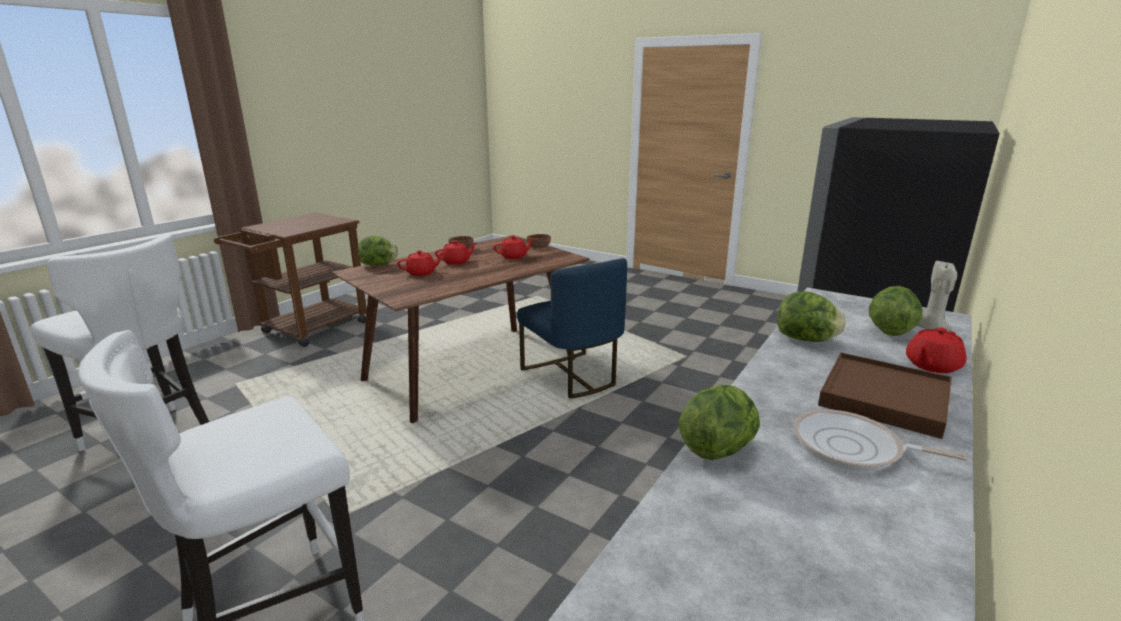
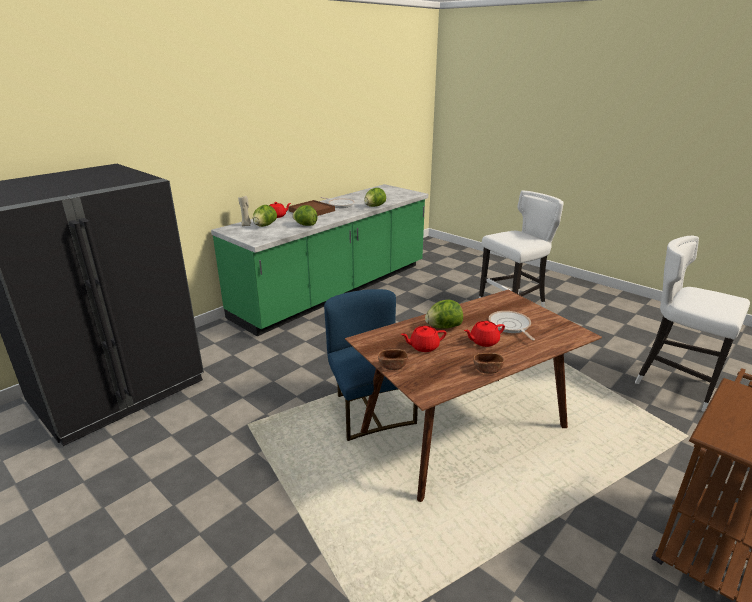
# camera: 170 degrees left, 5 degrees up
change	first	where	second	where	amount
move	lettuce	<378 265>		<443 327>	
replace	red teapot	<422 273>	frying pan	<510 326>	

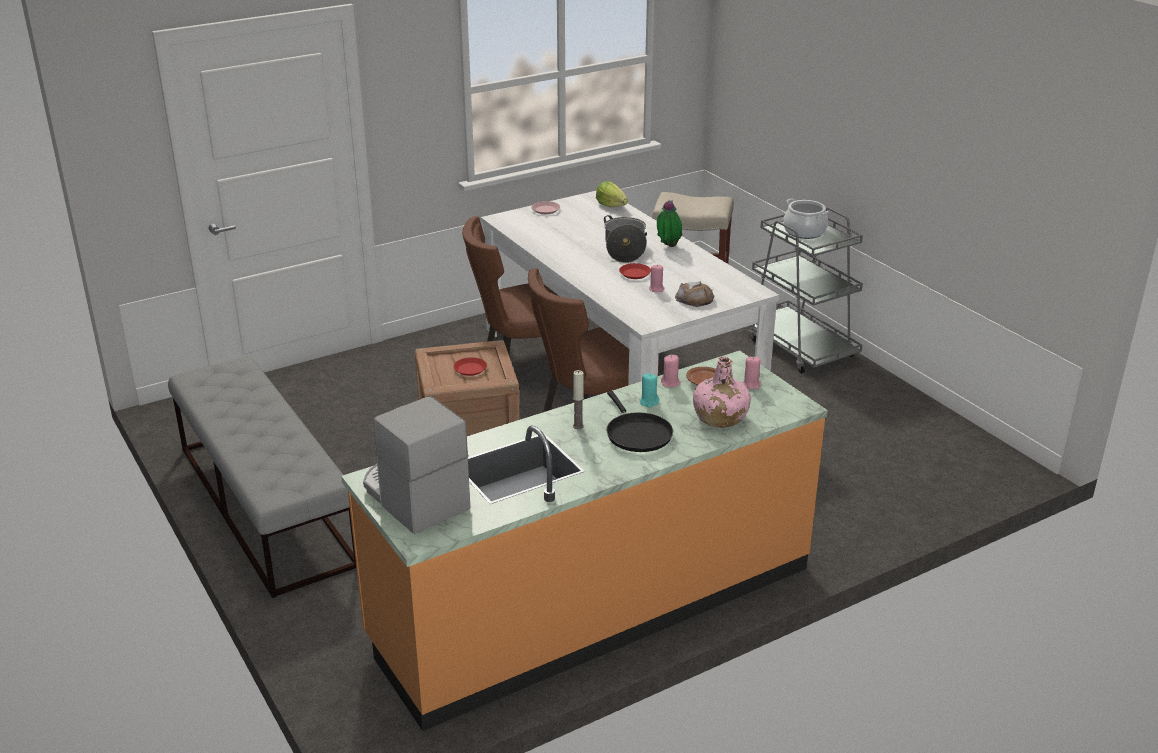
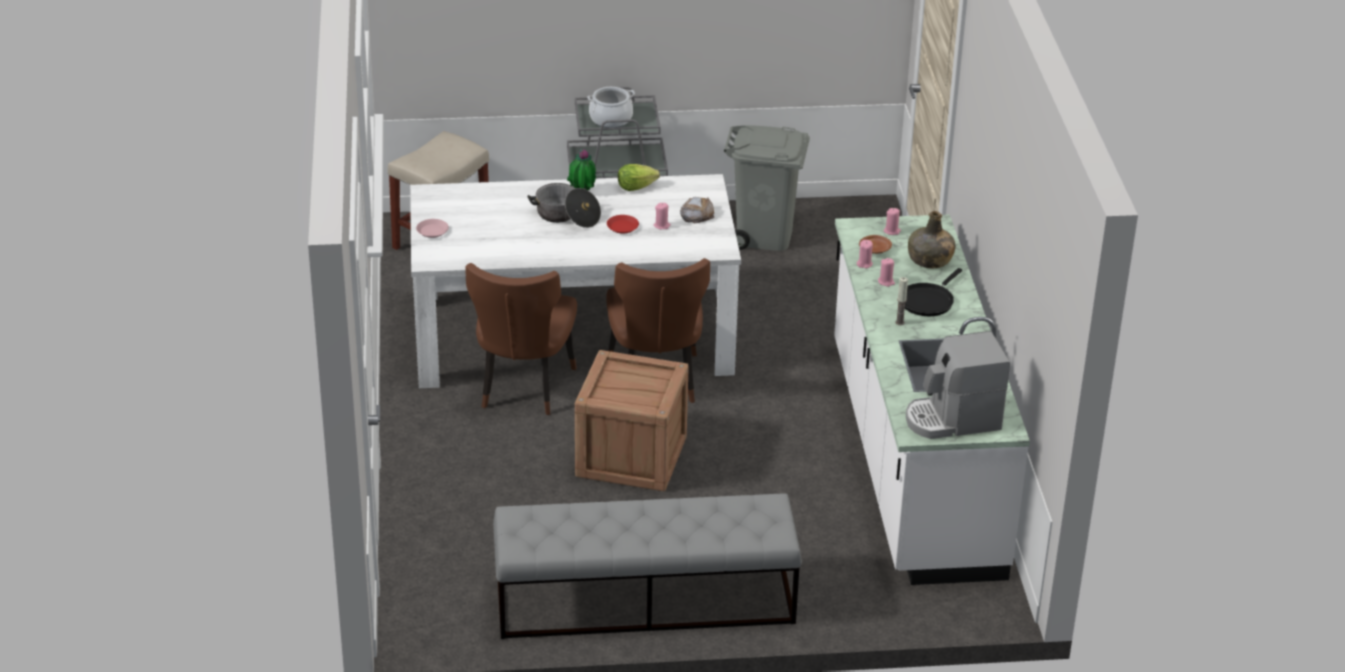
# camera: 65 degrees left, 5 degrees up
change	first	where	second	where	amount
recolor	orange counter	<593 604>	white counter	<912 459>	
delete	red plate	<470 369>			
move	lettuce	<611 206>		<635 187>	
rotate	black frying pan	<637 433>		<928 301>	120 degrees clockwise
recolor	turquoise candle	<649 402>	pink candle	<886 282>	
recolor	pink bottle	<719 417>	green bottle	<929 260>	
insert			grey trash can	<764 236>	

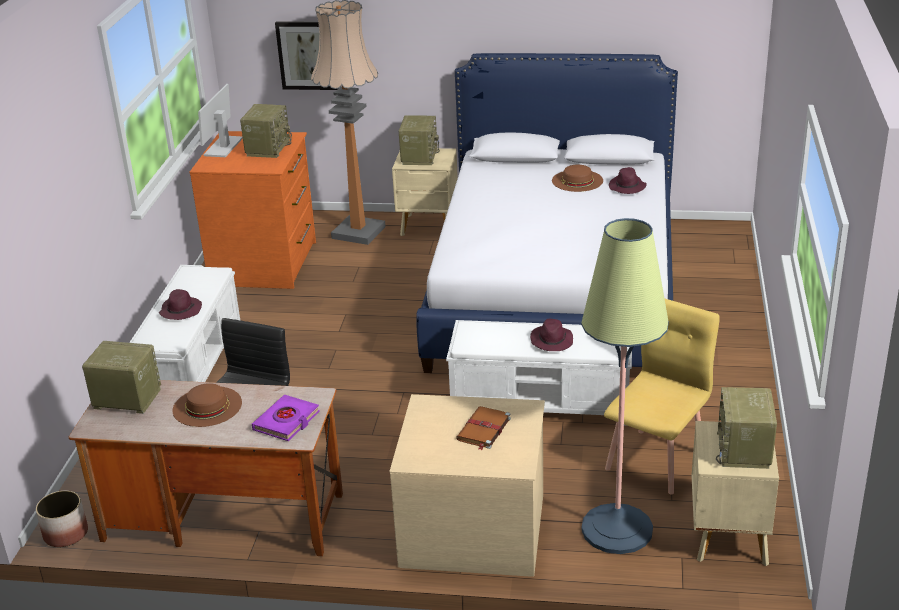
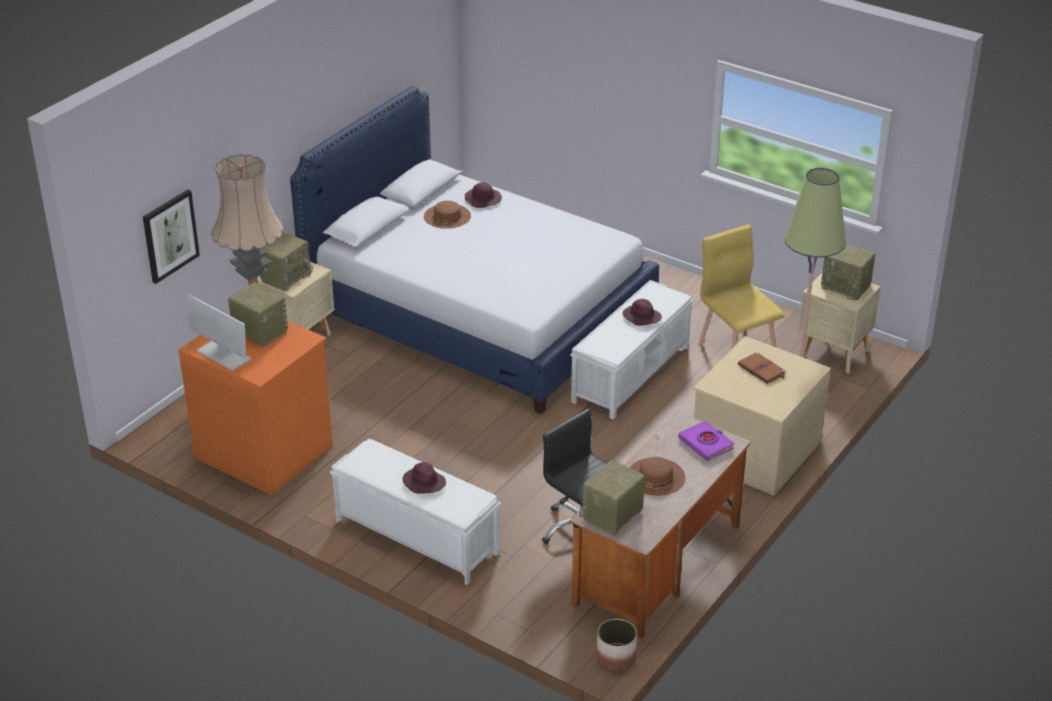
# camera: 65 degrees left, 5 degrees up
change	first	where	second	where	amount
rotate	radio	<419 156>		<286 277>	90 degrees clockwise

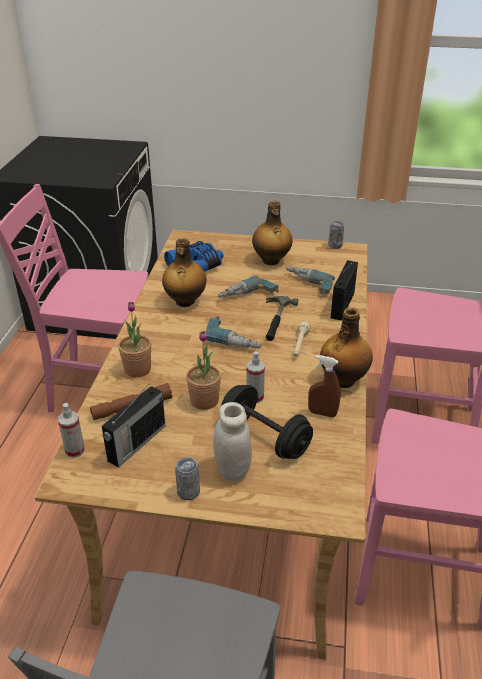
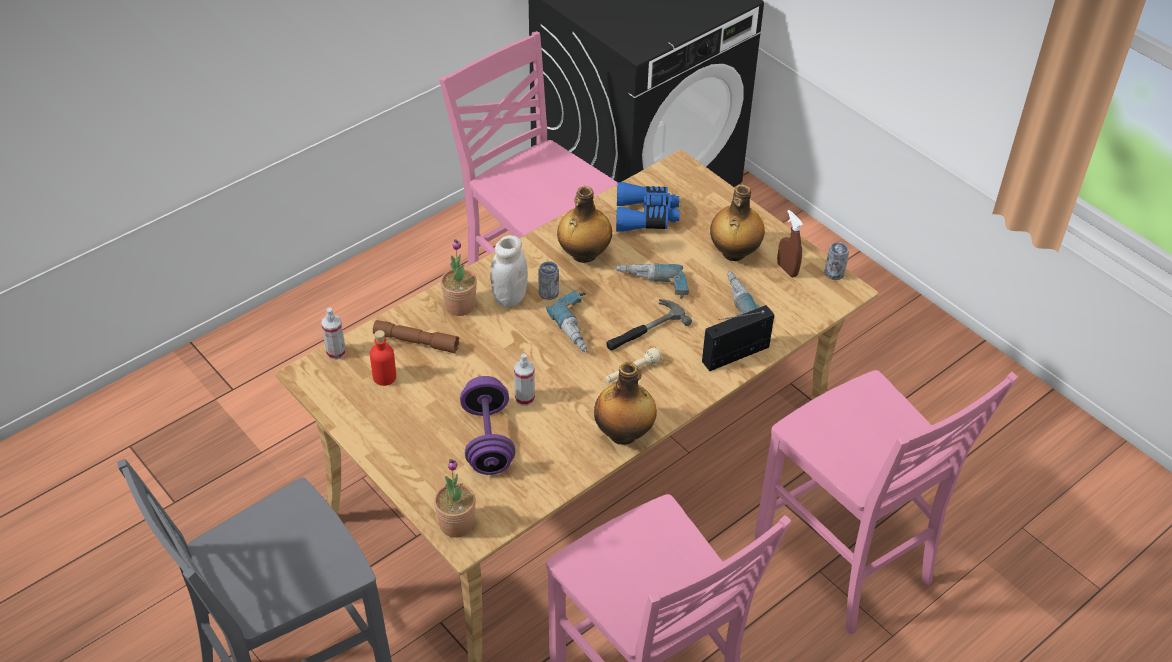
# camera: 40 degrees right, 10 degrees up
change	first	where	second	where	amount
replace	radio	<136 444>	red bottle	<384 377>	
move	can	<188 492>		<548 293>	
move	potted plant	<204 400>		<456 524>	
move	white jar	<232 470>		<509 297>	
recolor	black dumbbell	<265 437>	purple dumbbell	<488 440>	
move	brown spray bottle	<322 413>		<787 269>	

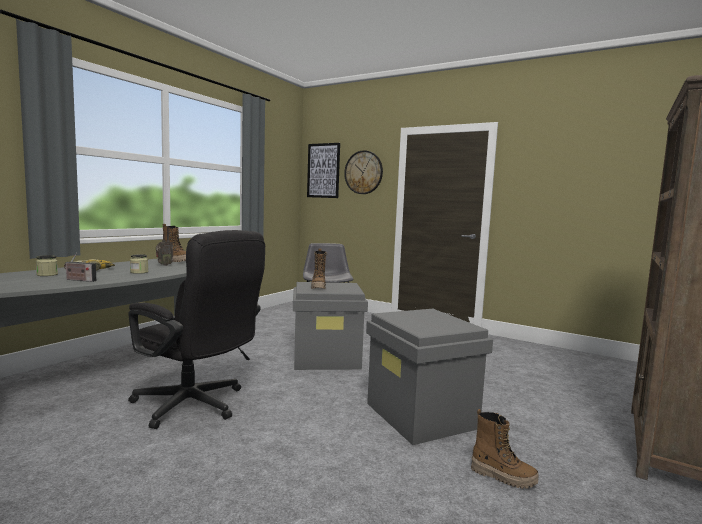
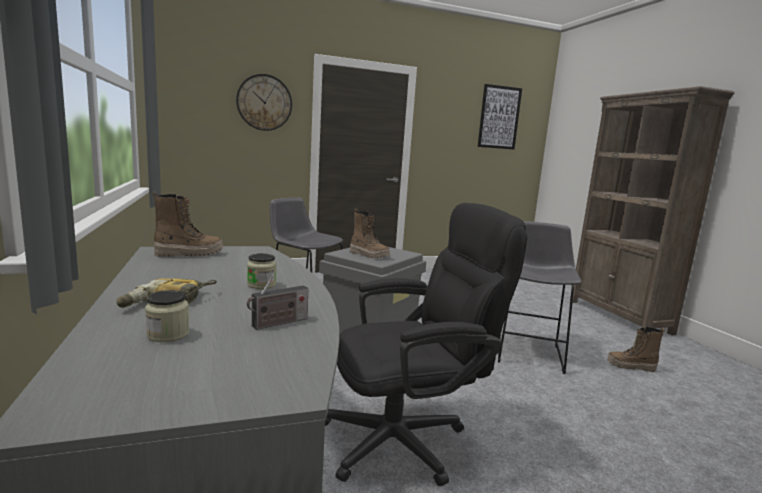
# camera: 50 degrees left, 5 degrees up
change	first	where	second	where	amount
delete	radio	<164 265>			
move	picture	<323 170>		<499 117>	
replace	grey storage box	<422 416>	grey stool	<529 351>	
rotate	boot	<503 476>		<631 367>	150 degrees counterclockwise

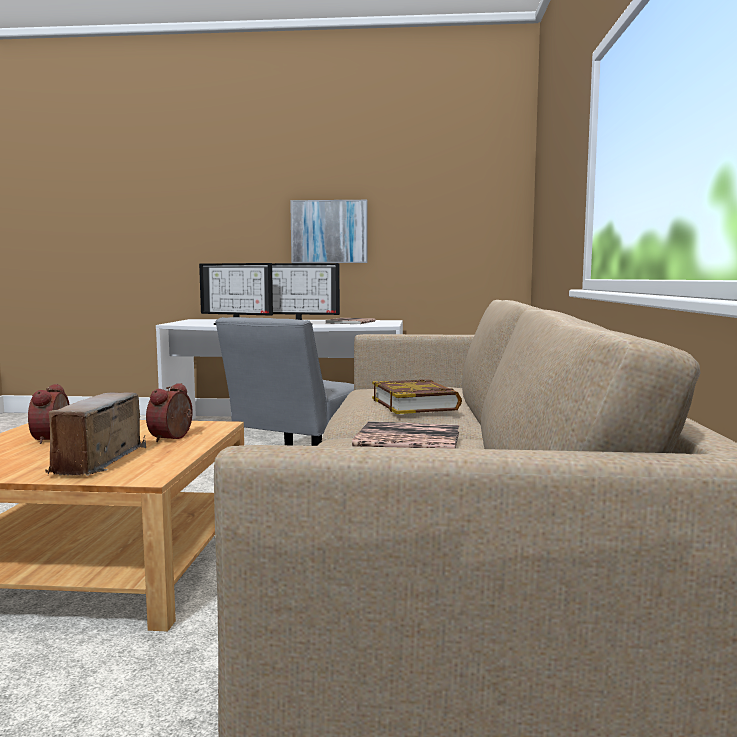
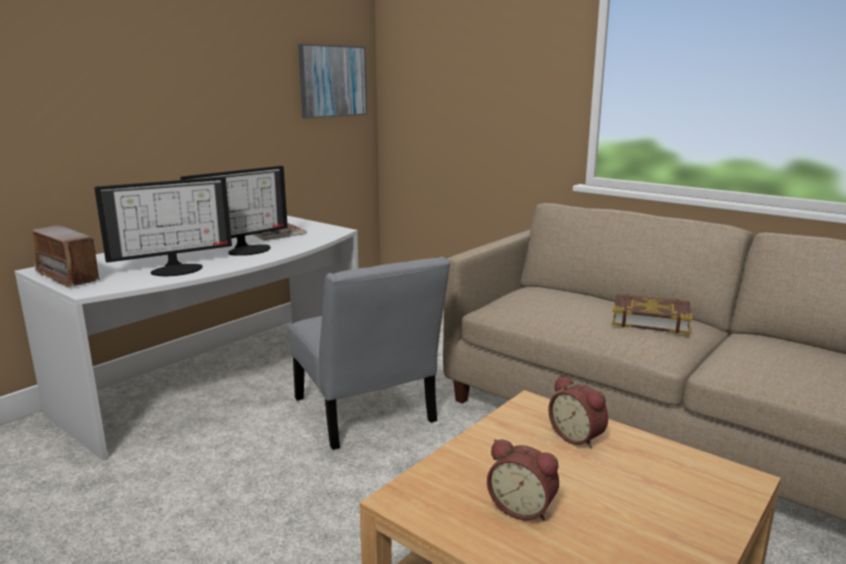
# camera: 55 degrees left, 10 degrees up
change	first	where	second	where	amount
move	radio	<99 461>		<69 277>	
move	picture	<329 232>		<332 81>	
delete	book	<408 439>			

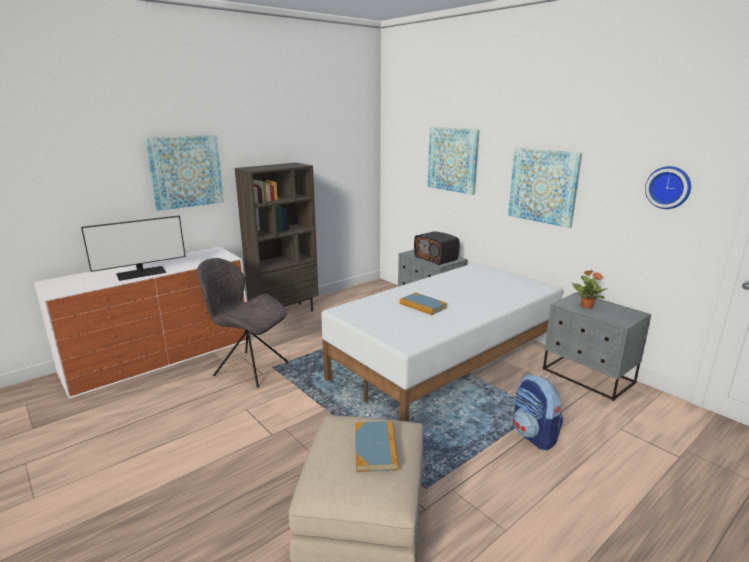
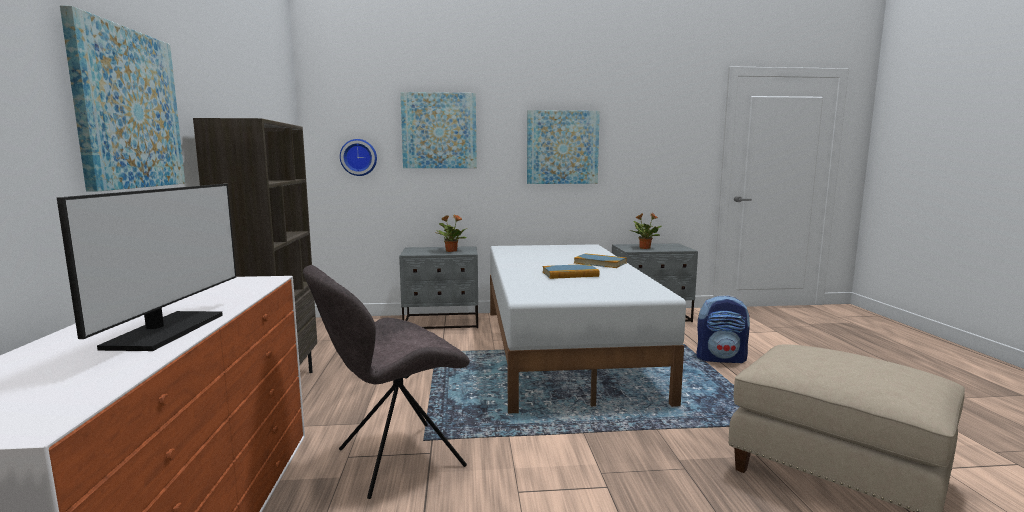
# camera: 55 degrees left, 10 degrees down
change	first	where	second	where	amount
move	book	<375 448>		<600 263>	
replace	radio	<436 258>	potted plant	<451 251>	
move	wall clock	<669 187>		<359 157>	

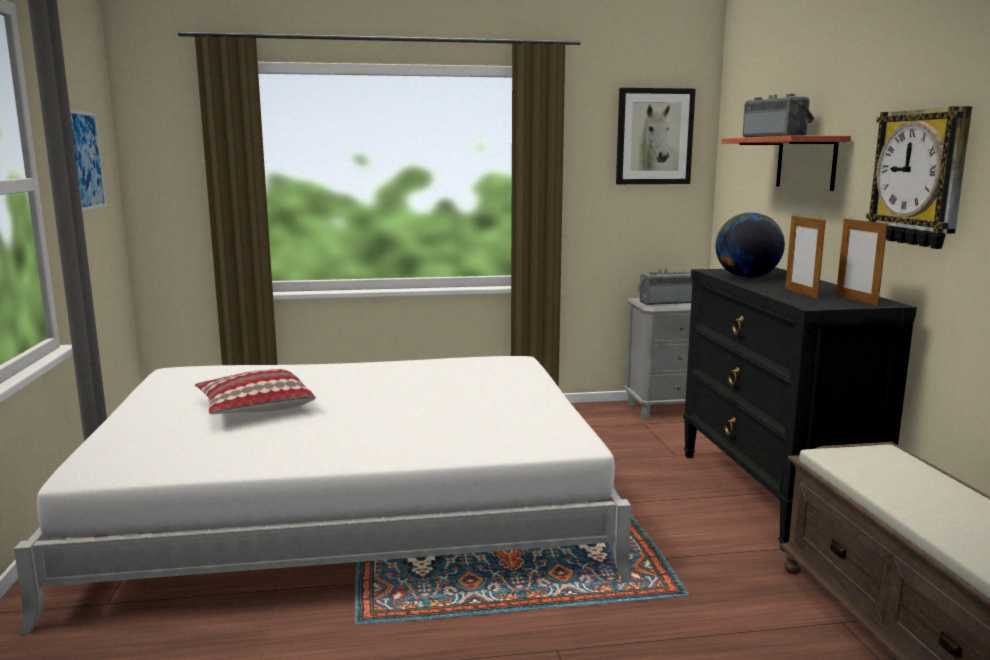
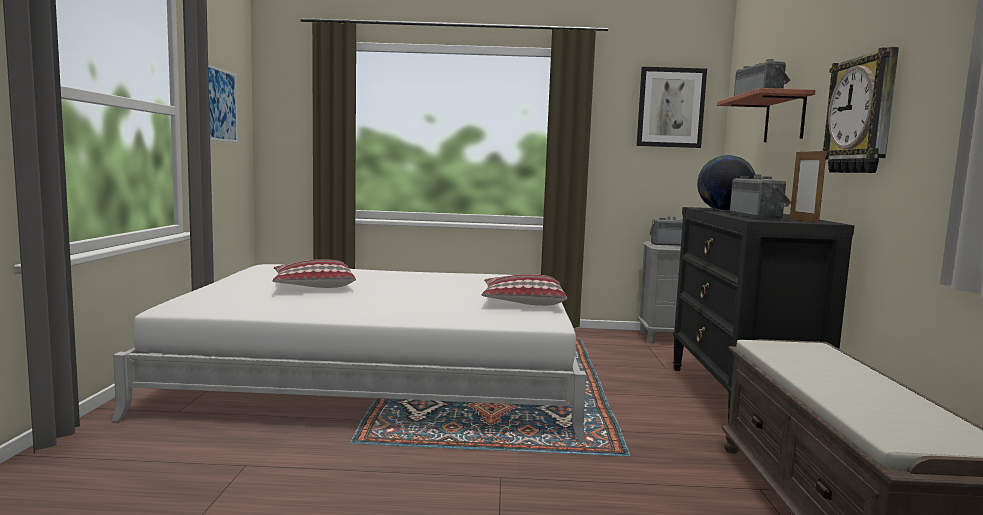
# camera: 10 degrees right, 5 degrees down
change	first	where	second	where	amount
replace	picture frame	<801 293>	radio	<758 216>	
insert			pillow	<522 302>	

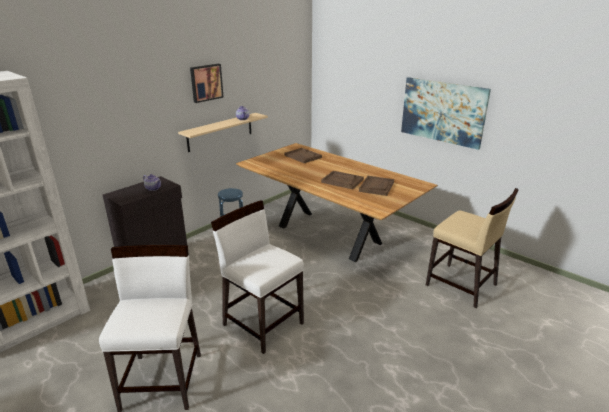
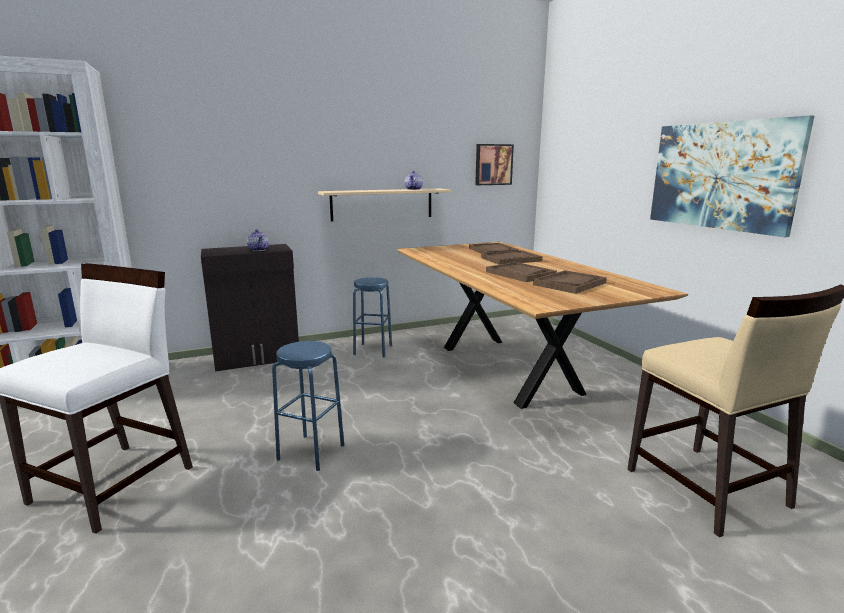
# camera: 25 degrees right, 10 degrees down
change	first	where	second	where	amount
move	picture	<206 82>		<493 164>	
replace	white chair	<263 323>	blue stool	<311 452>	
insert			brown tray	<510 259>	

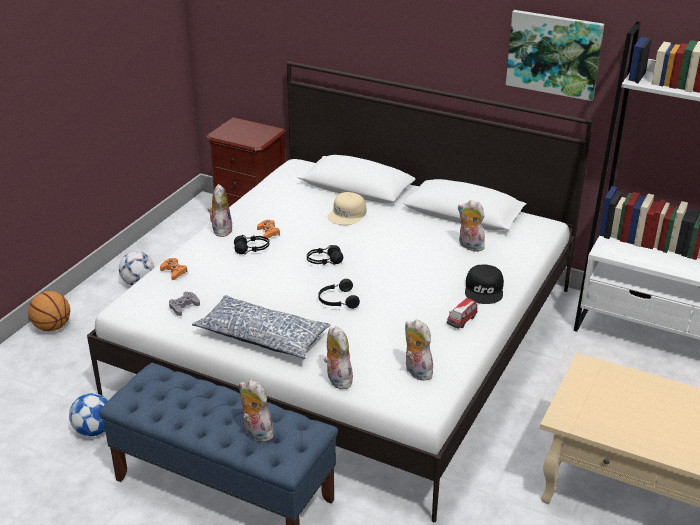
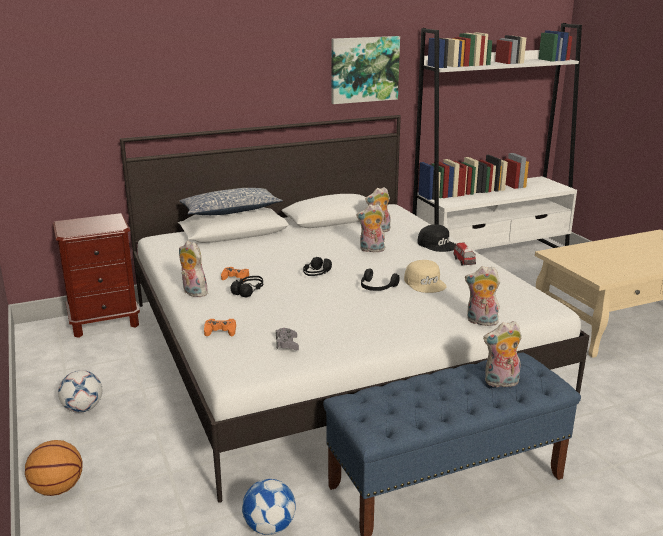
# camera: 50 degrees left, 10 degrees down
change	first	where	second	where	amount
move	pillow	<262 336>		<230 211>	
move	beige cap	<347 214>		<425 283>	
move	plush toy	<416 372>		<371 250>	

